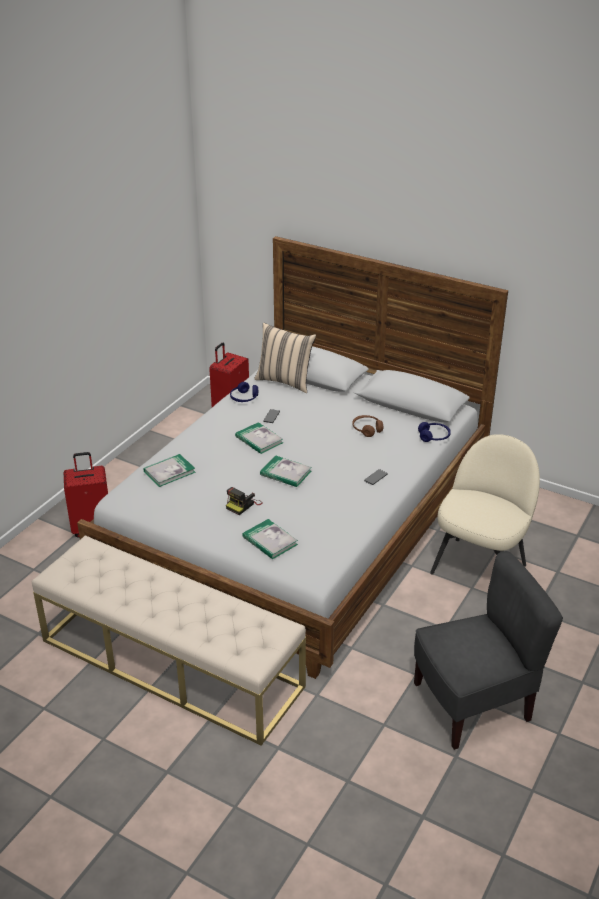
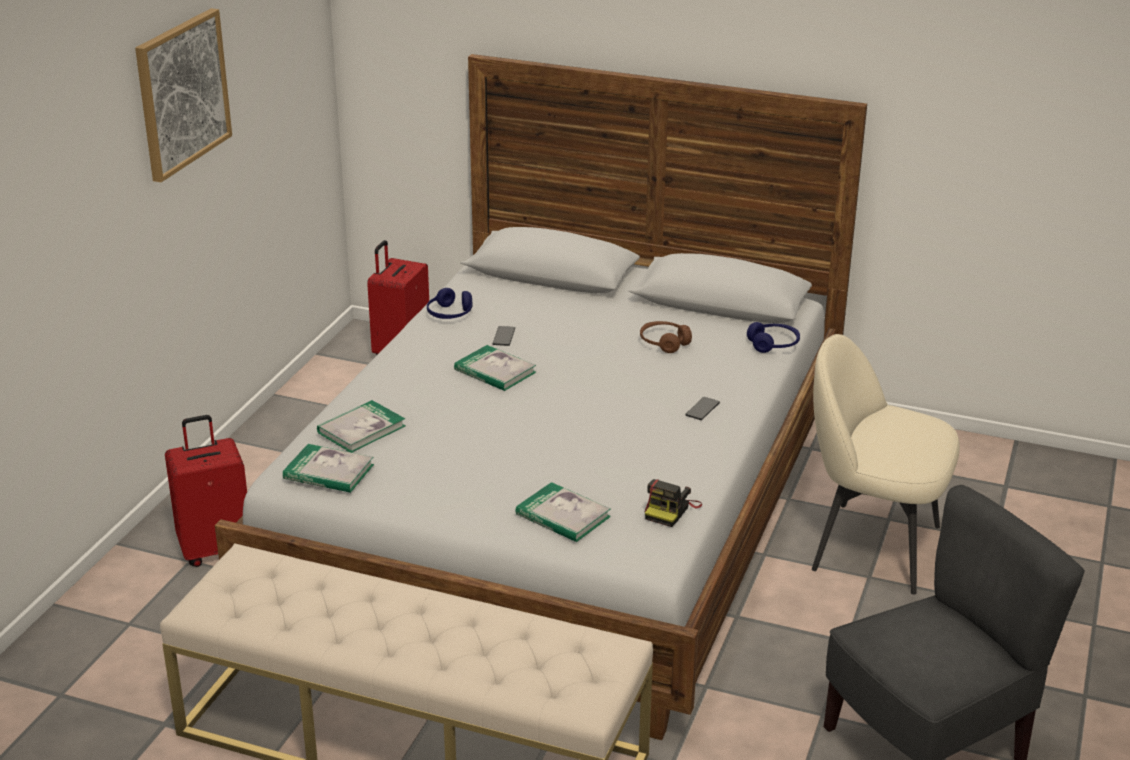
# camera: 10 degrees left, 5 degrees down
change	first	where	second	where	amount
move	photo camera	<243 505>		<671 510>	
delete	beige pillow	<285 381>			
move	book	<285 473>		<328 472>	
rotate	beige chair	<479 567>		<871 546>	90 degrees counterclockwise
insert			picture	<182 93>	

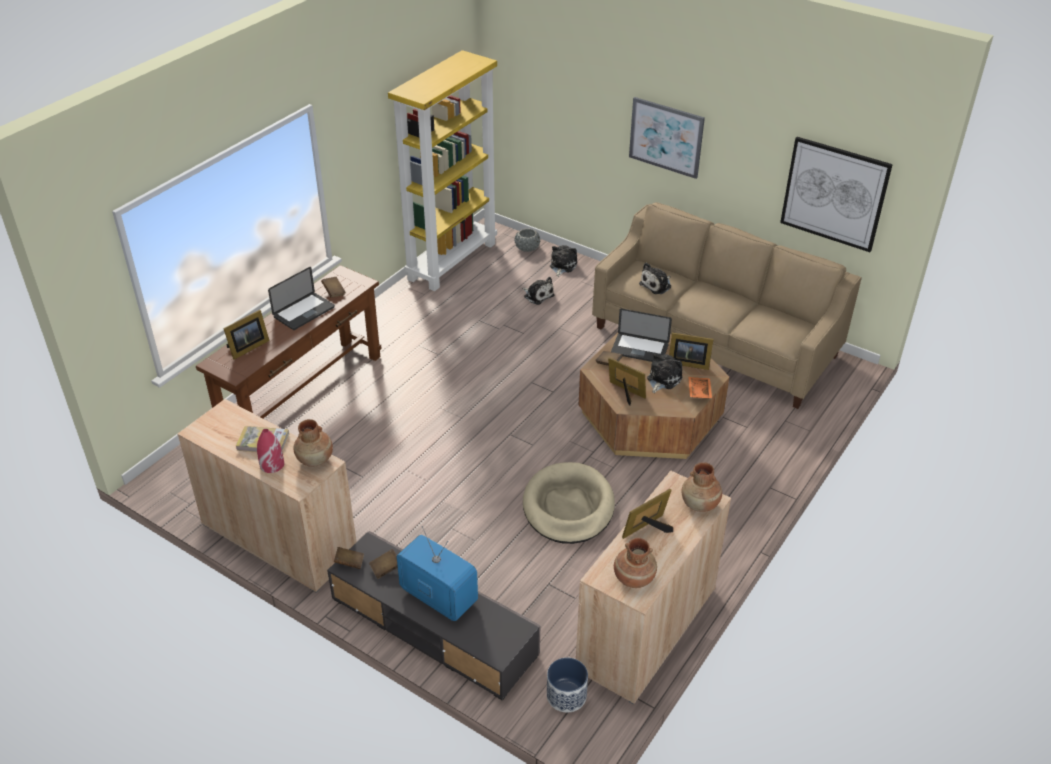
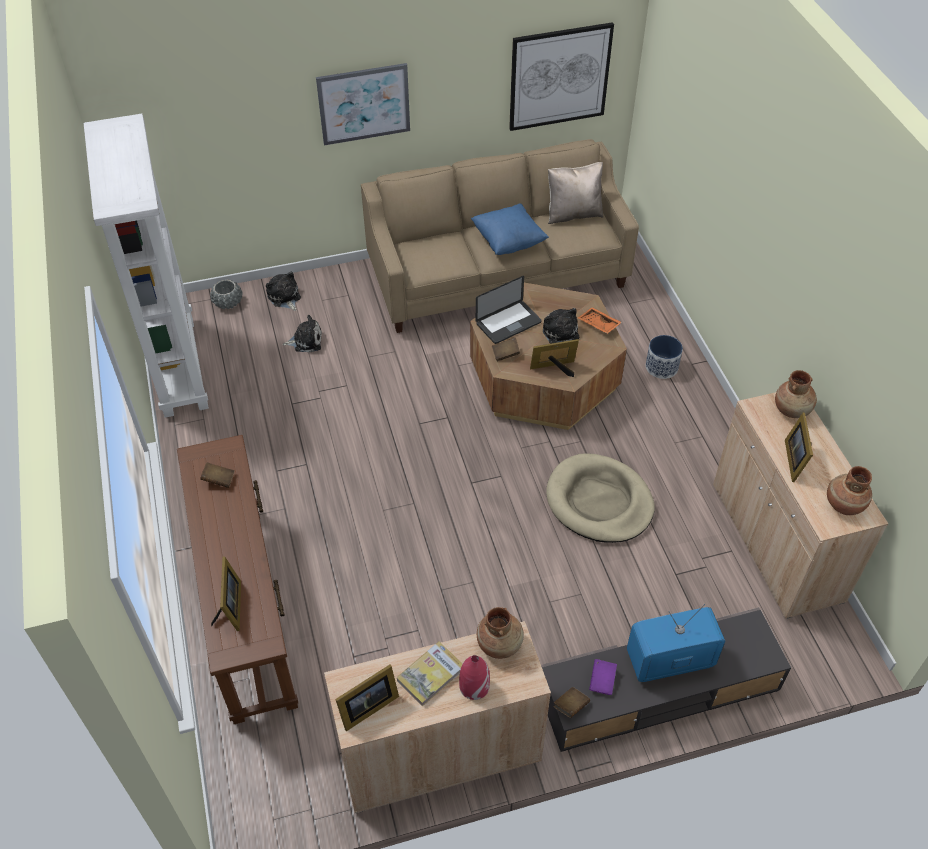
# camera: 50 degrees left, 10 degrees up
change	first	where	second	where	amount
delete	laptop	<304 312>			
recolor	brown book	<385 568>	purple book	<602 681>	
recolor	yellow bookcase	<452 261>	white bookcase	<178 366>	
move	planter	<566 696>		<662 367>	
delete	plush toy	<657 285>			
move	picture frame	<687 362>		<366 708>	
insert			blue pillow	<508 241>	
insert			beige pillow	<573 214>	

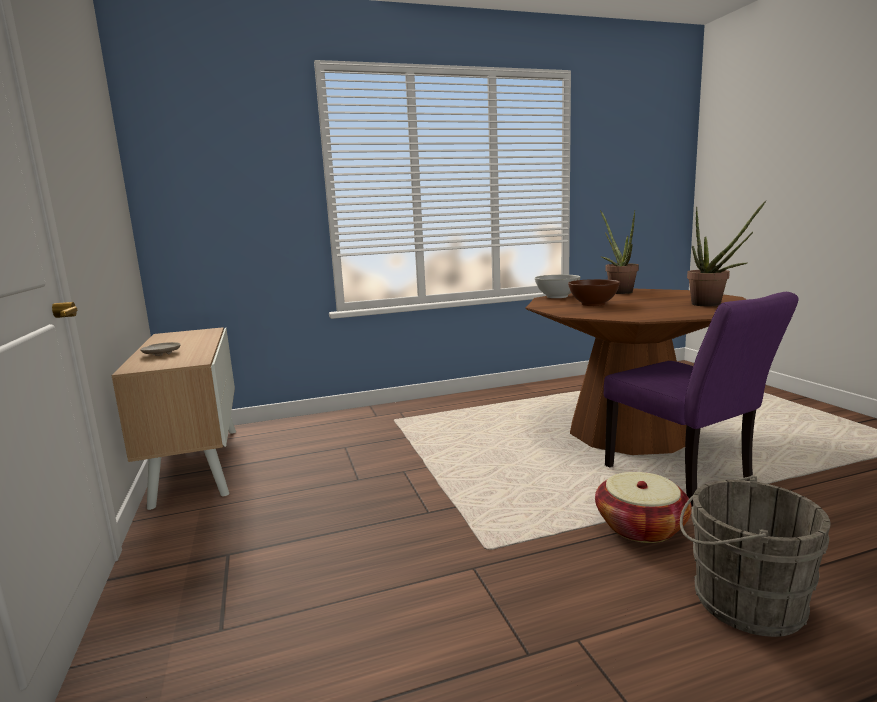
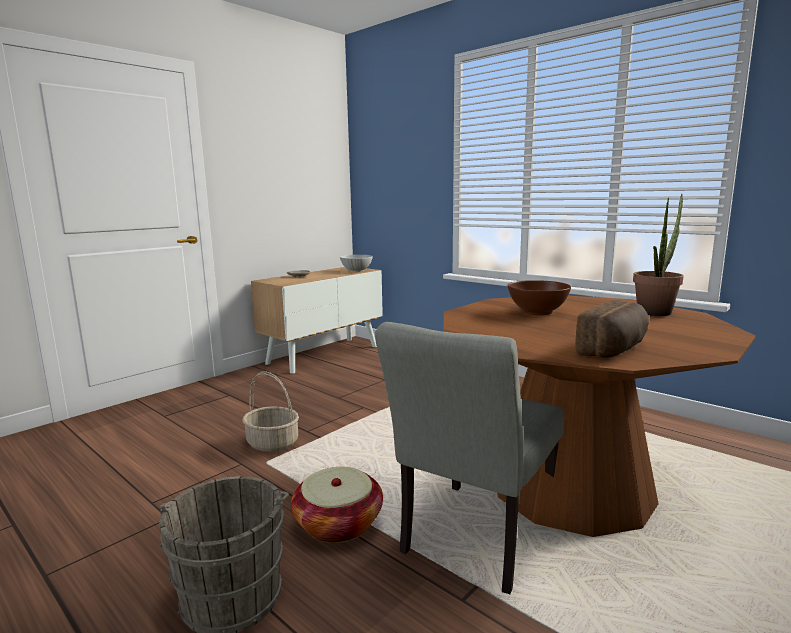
# camera: 60 degrees right, 0 degrees up
change	first	where	second	where	amount
move	white bowl	<556 296>		<356 271>	
recolor	purple chair	<685 478>	grey chair	<472 541>	
replace	potted plant	<712 305>	bread	<615 349>	
insert			basket	<273 443>	

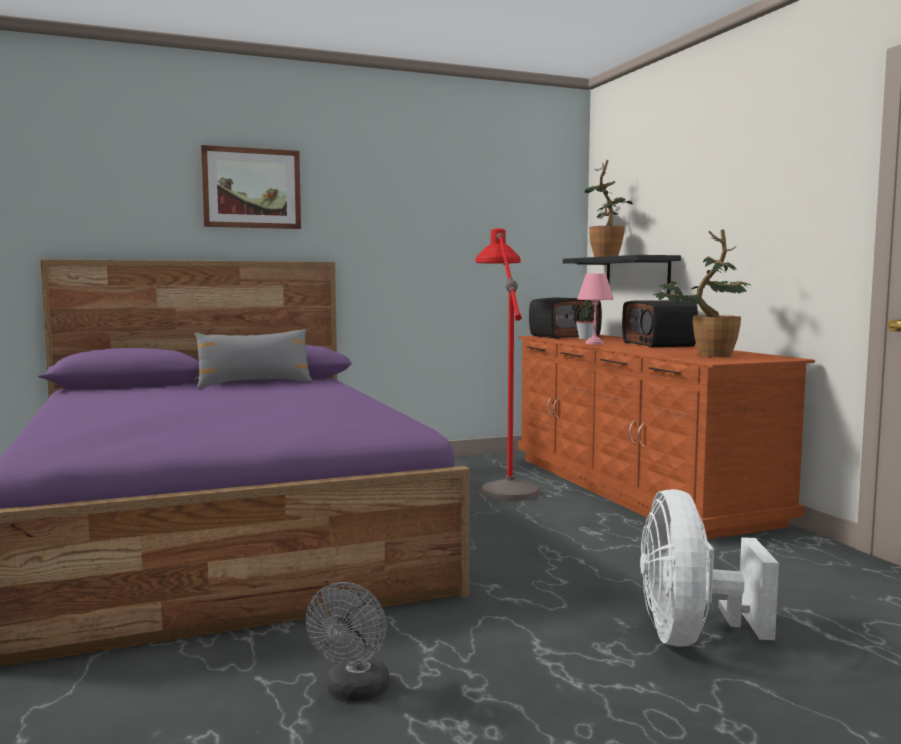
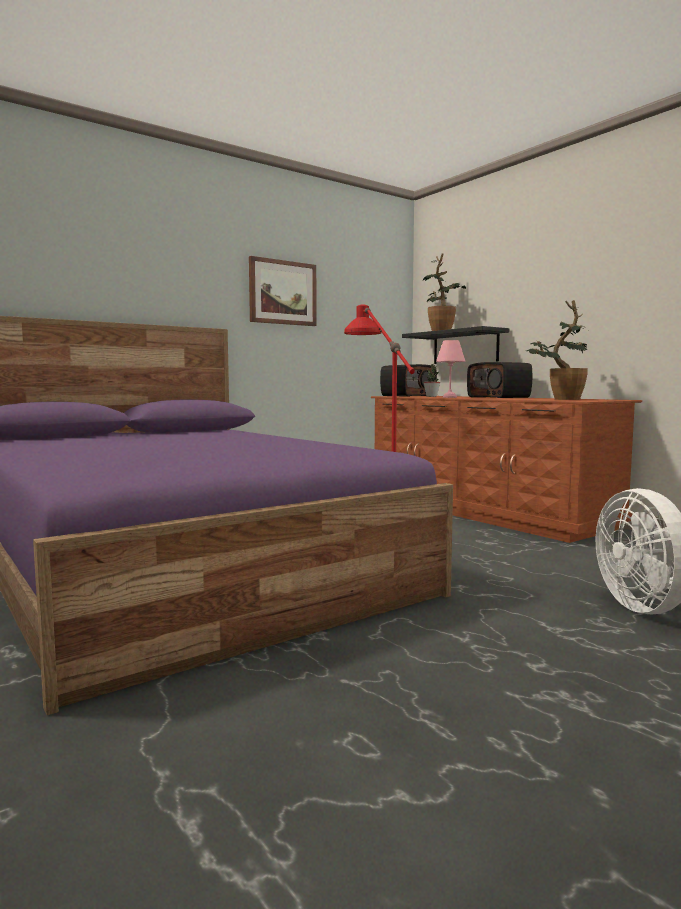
# camera: 15 degrees left, 0 degrees up
change	first	where	second	where	amount
delete	grey pillow	<254 384>			
move	picture	<251 188>		<282 292>	
delete	grey fan	<354 692>			

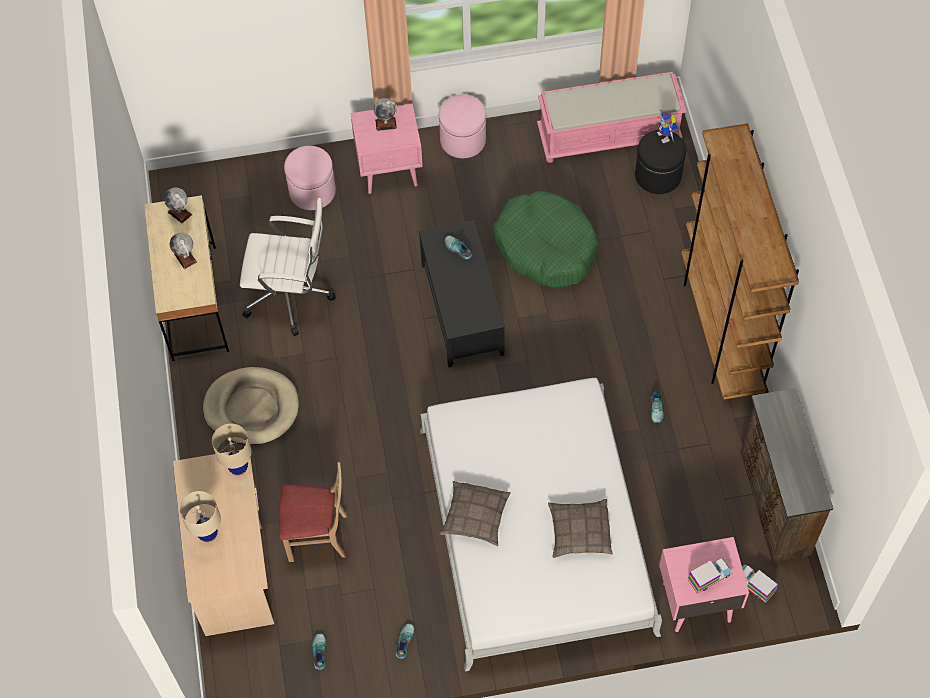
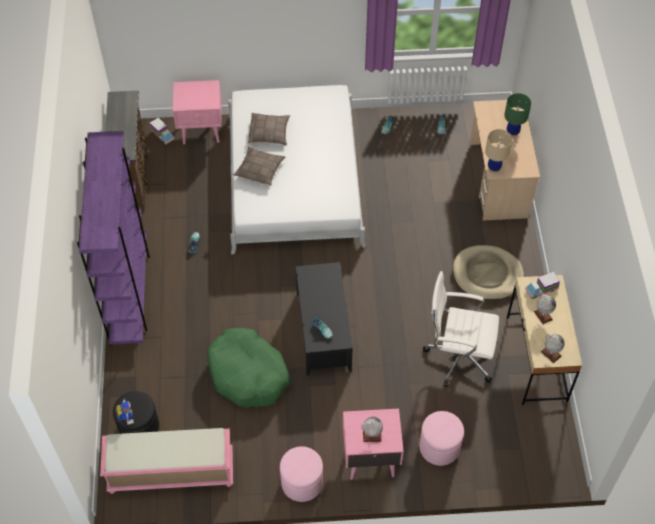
# camera: 175 degrees left, 5 degrees down
change	first	where	second	where	amount
recolor	beige table lamp	<208 534>	green table lamp	<513 132>	
delete	beige chair	<317 536>			
move	pillow	<475 516>		<260 169>	
recolor	brown bookcase	<720 330>	purple bookcase	<130 293>	
move	toy truck	<709 577>		<541 289>	

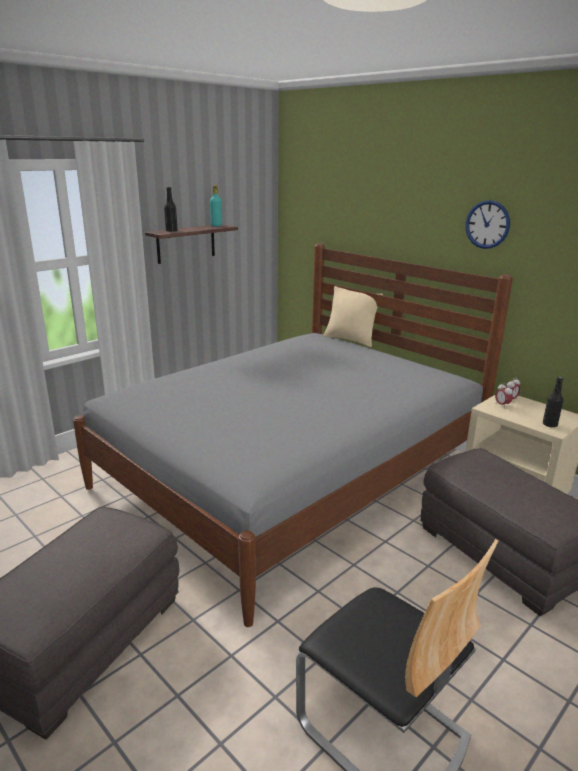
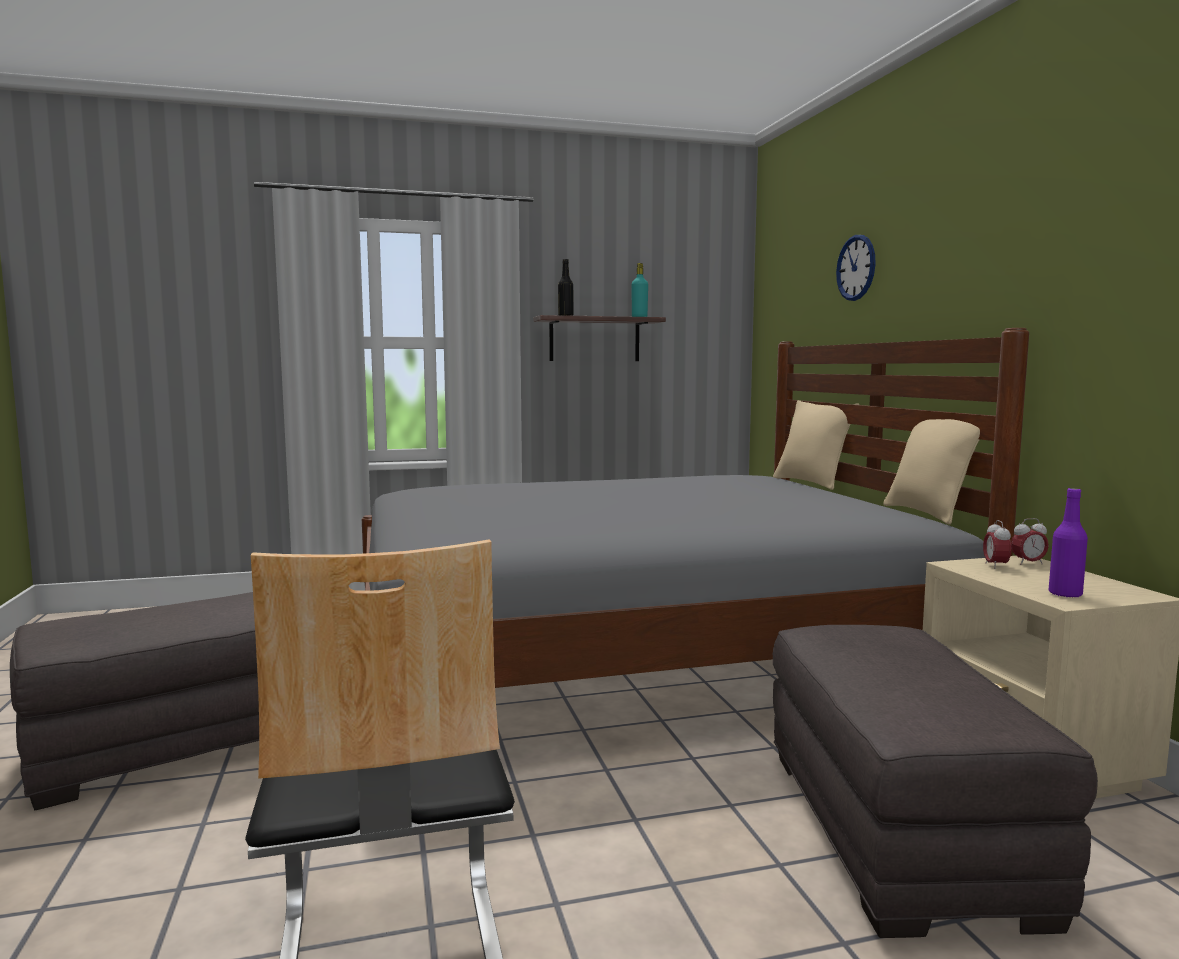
# camera: 30 degrees right, 15 degrees down
change	first	where	second	where	amount
move	wall clock	<487 224>		<856 268>	
recolor	black bottle	<549 424>	purple bottle	<1065 594>	
insert			beige pillow	<928 514>	

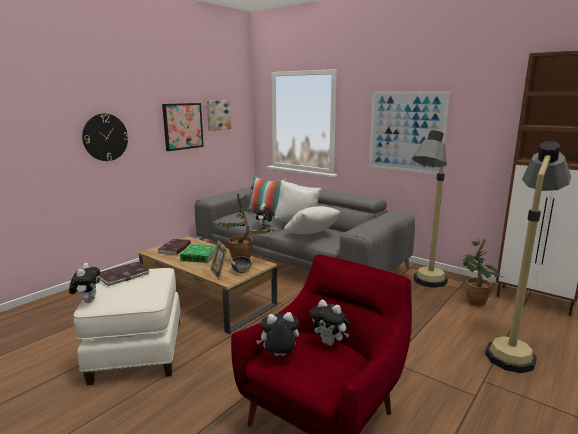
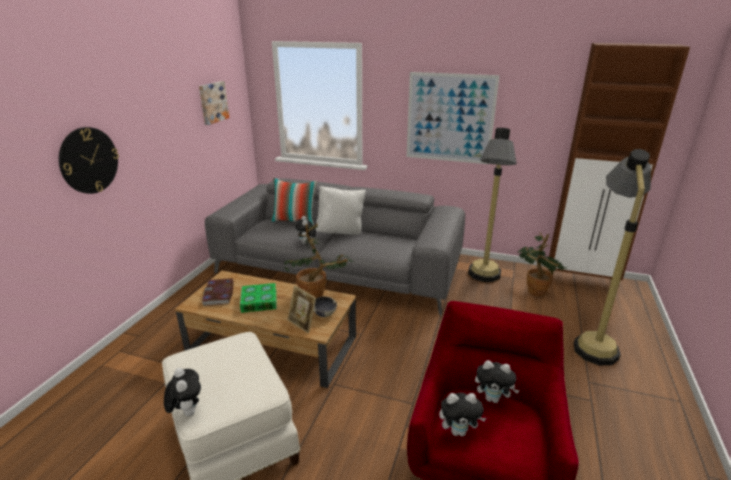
# camera: 20 degrees left, 10 degrees up
change	first	where	second	where	amount
delete	book	<124 275>			
delete	picture	<183 126>			
rotate	plush toy	<279 356>		<459 431>	150 degrees counterclockwise
delete	white pillow	<312 235>			

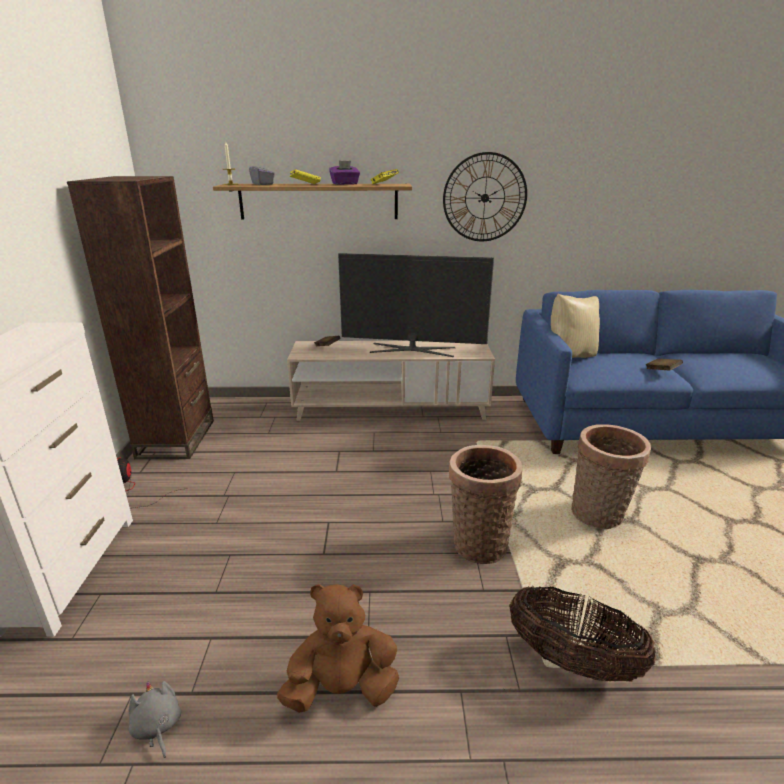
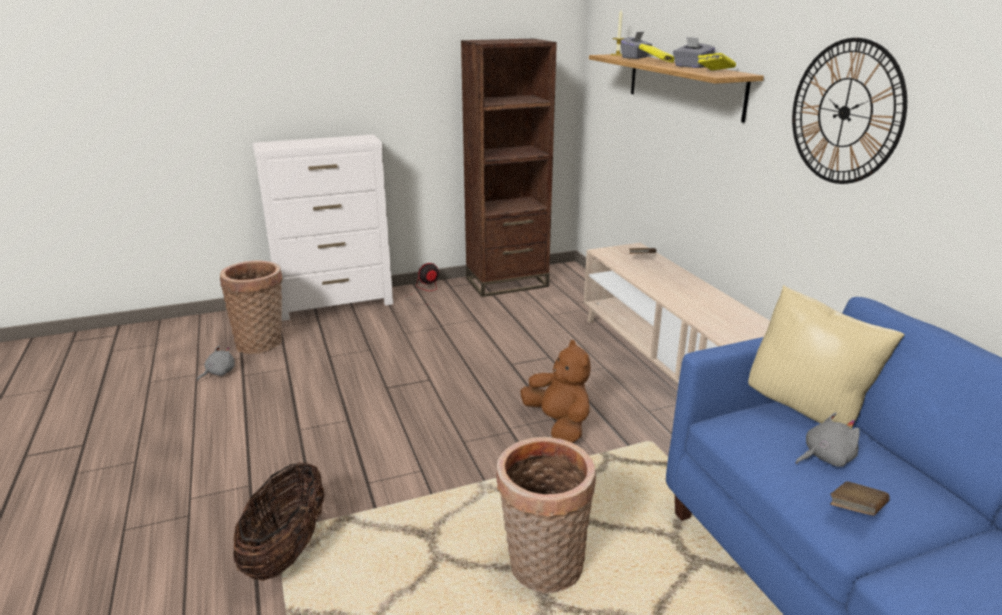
# camera: 70 degrees right, 0 degrees up
change	first	where	second	where	amount
move	brown plush toy	<342 688>		<559 424>	
recolor	purple tissue box	<345 184>	grey tissue box	<691 66>	
delete	television	<413 350>			
move	basket	<478 542>		<262 342>	
insert			grey plush toy	<825 457>	

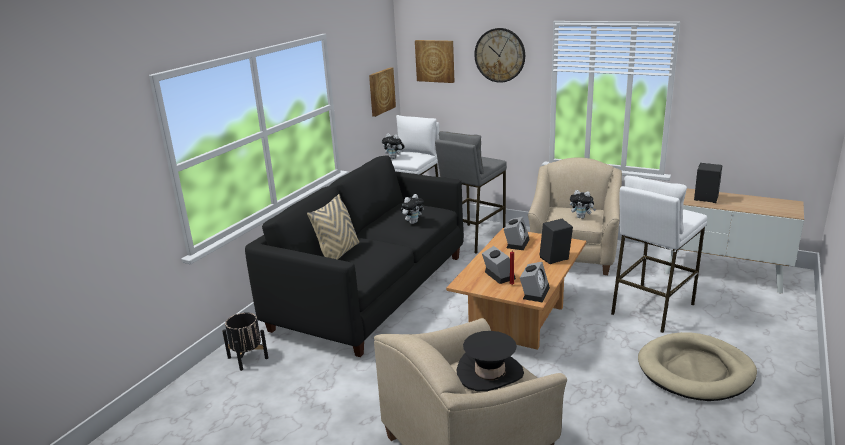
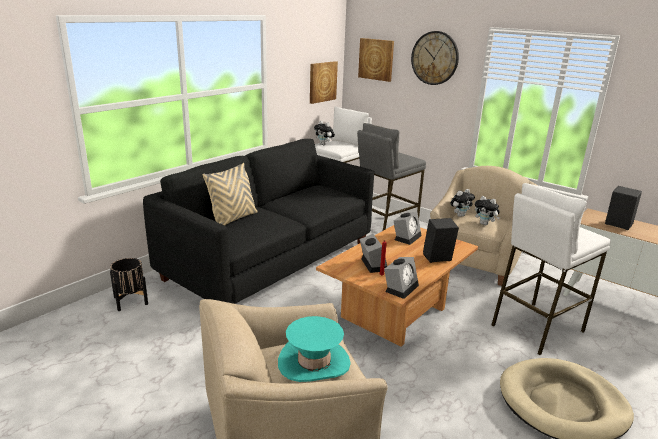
# camera: 10 degrees right, 0 degrees up
change	first	where	second	where	amount
move	plush toy	<413 222>		<460 215>	
recolor	black hat	<490 373>	turquoise hat	<314 362>	

